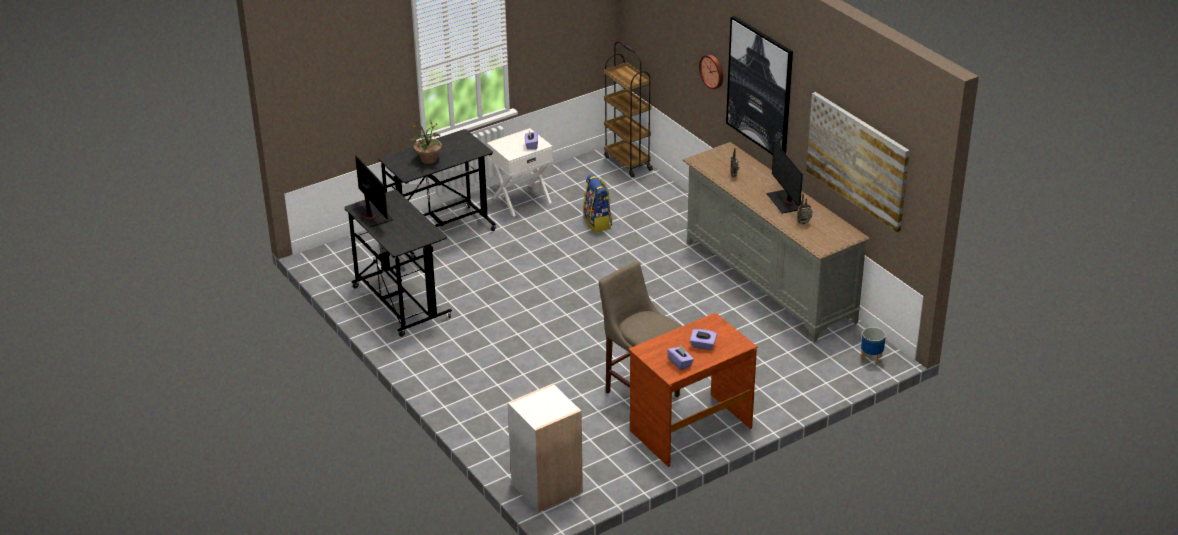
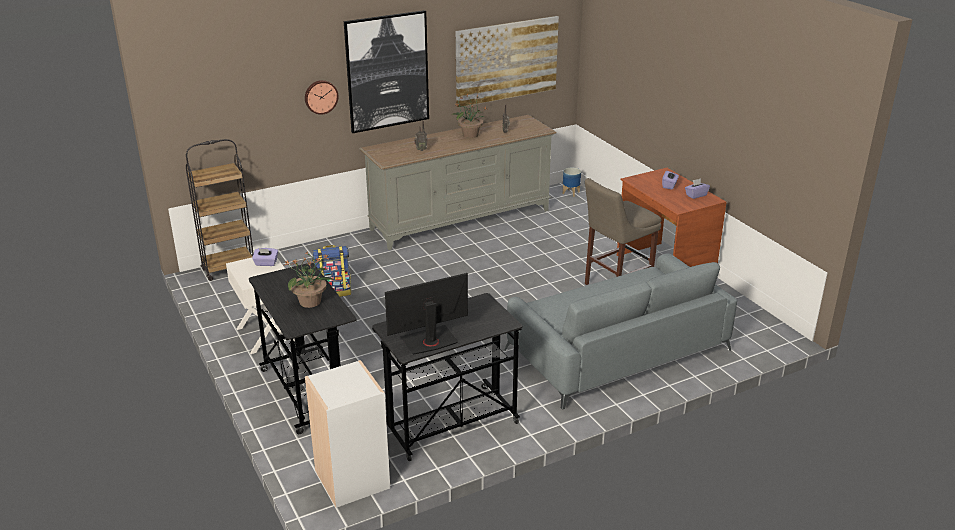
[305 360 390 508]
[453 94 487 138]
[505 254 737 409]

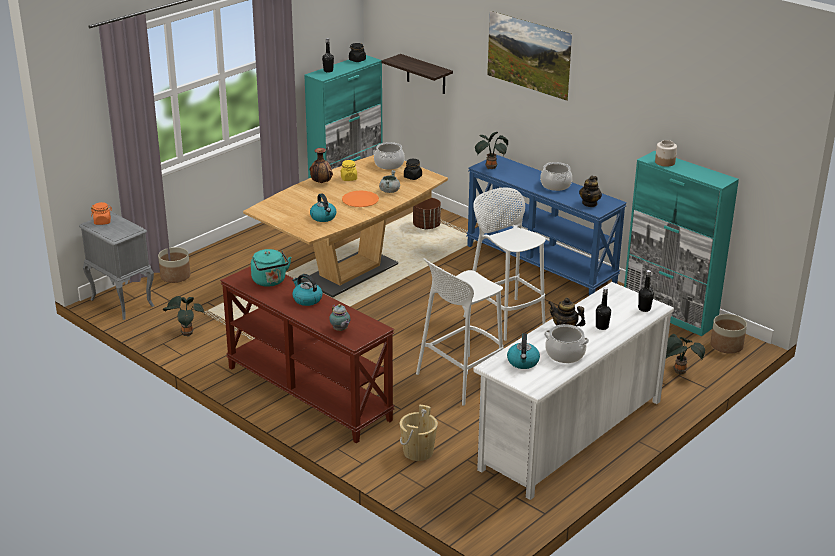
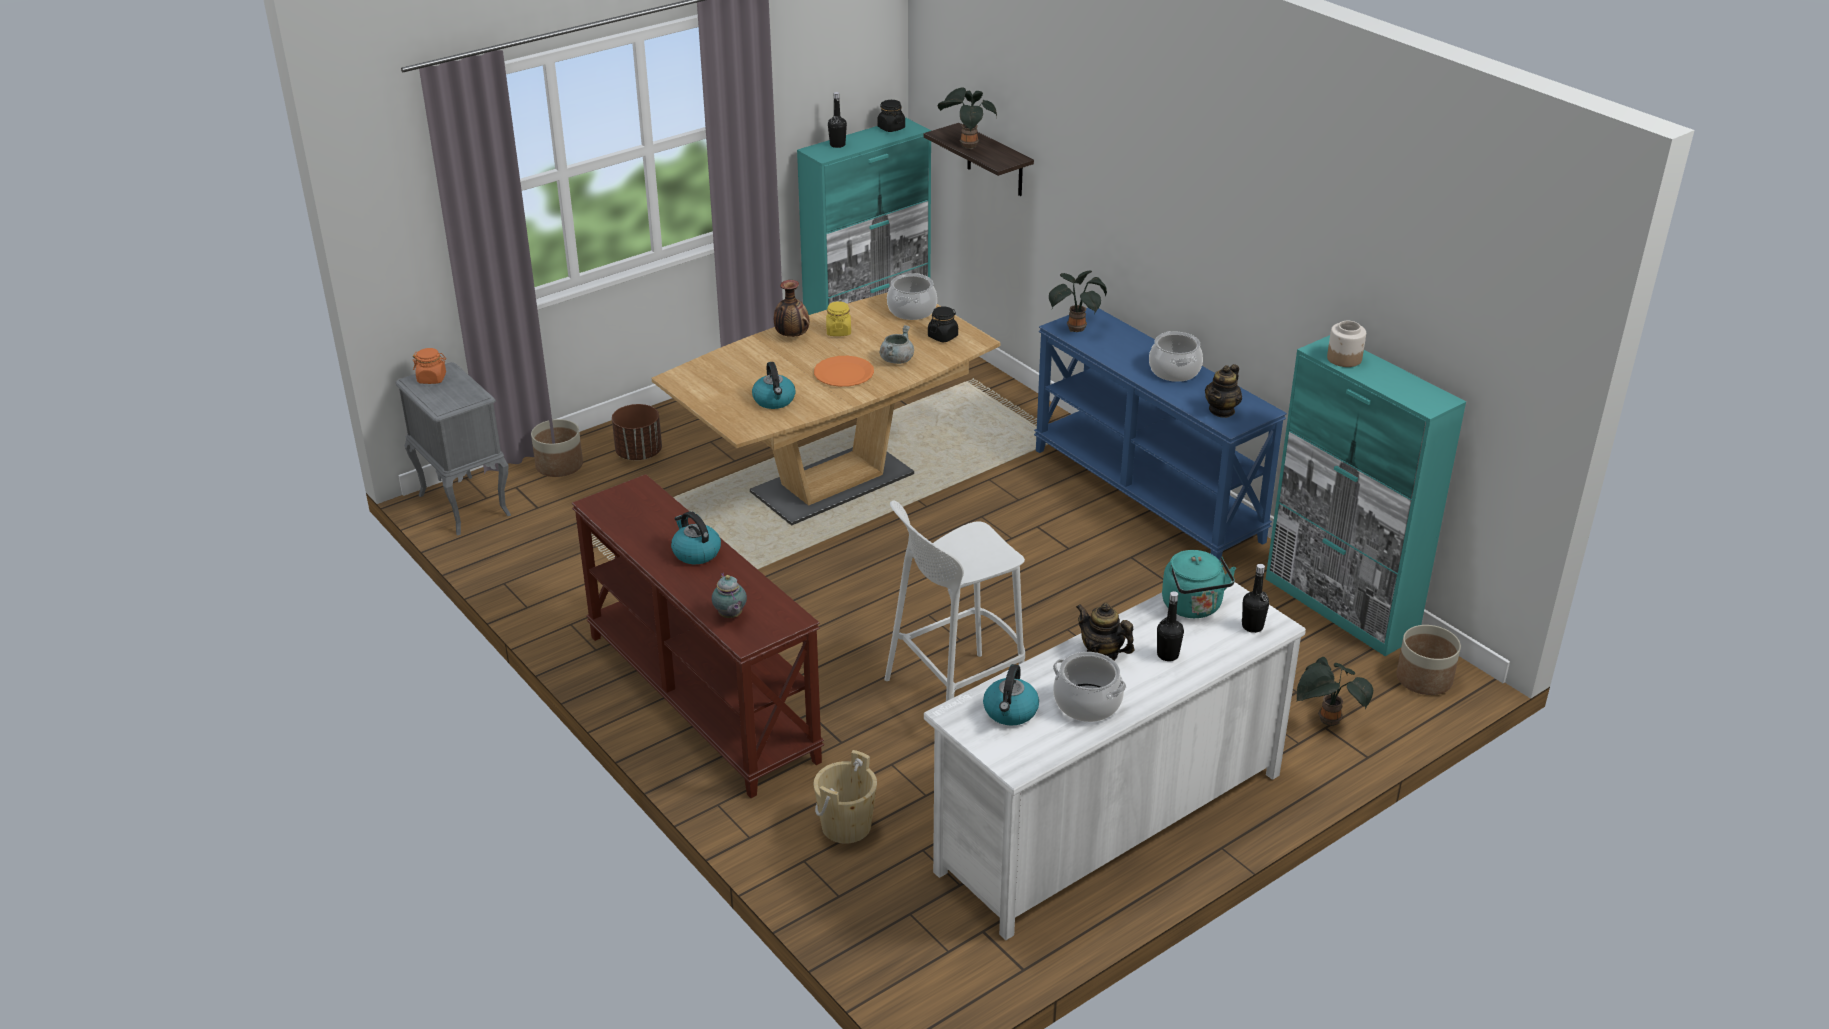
[938 88 997 150]
[1162 550 1236 618]
[612 404 662 460]
[463 187 546 341] (first image)
[487 11 572 101] (first image)

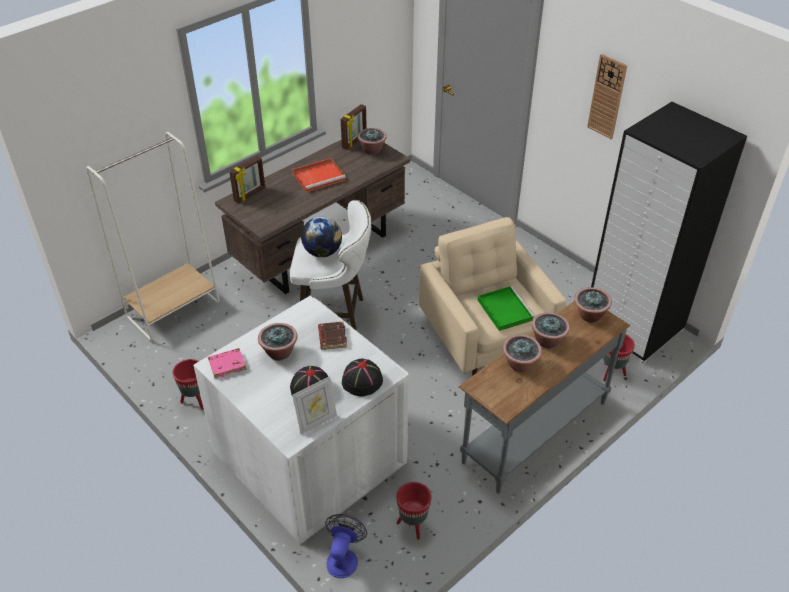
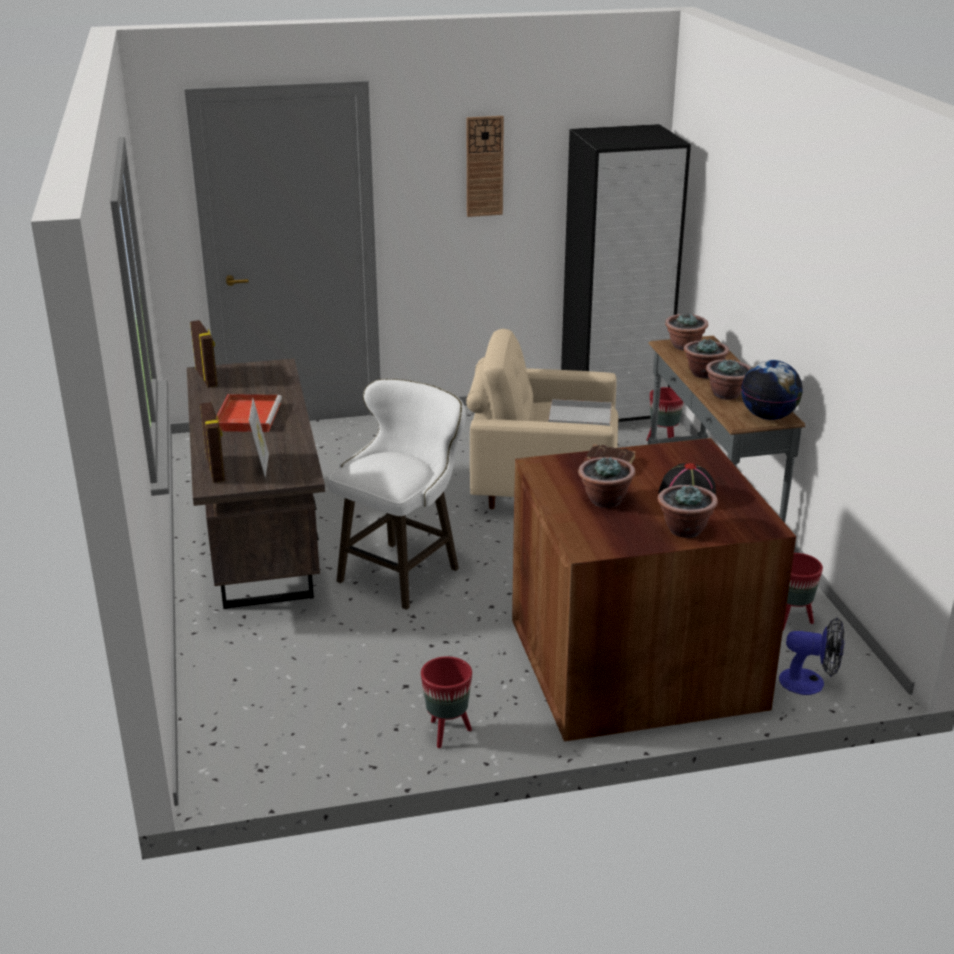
[86 132 220 341] (first image)
[512 438 796 742]
[208 348 247 378] (first image)
[249 399 269 478]
[741 360 803 420]
[779 617 844 695]
[342 358 383 396] (first image)
[658 484 718 538]
[548 399 612 426]

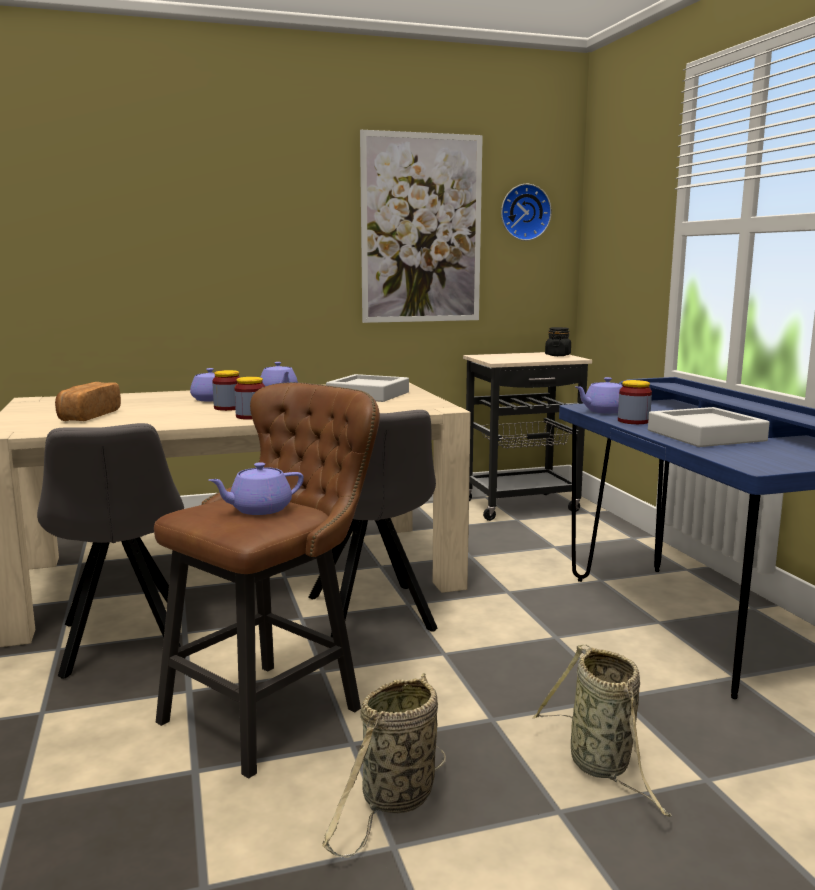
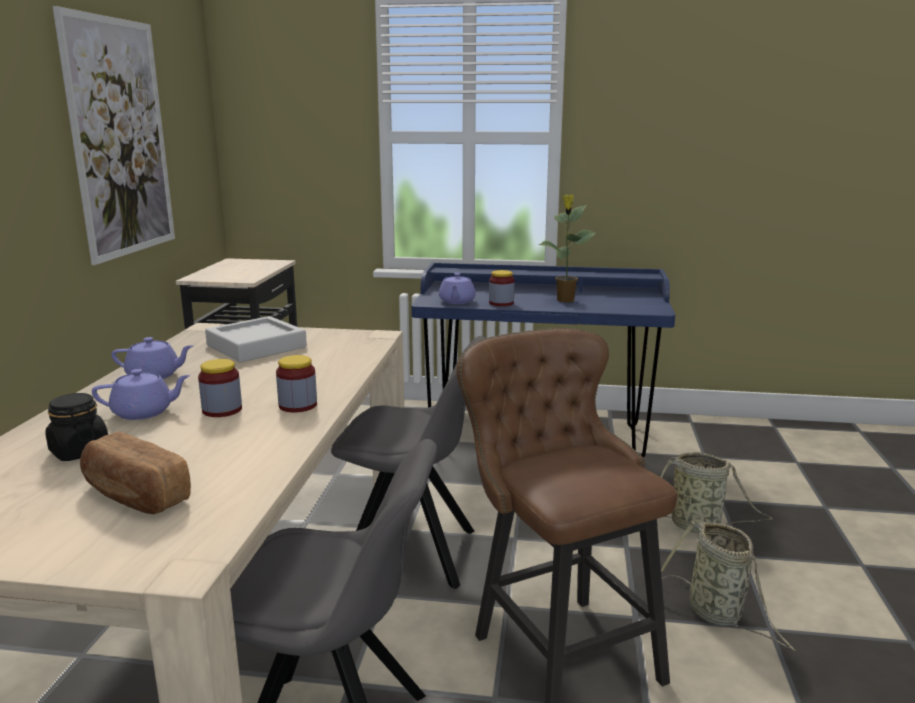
[209 462 304 515] (first image)
[501 184 552 241] (first image)
[45 393 108 461]
[538 194 596 302]

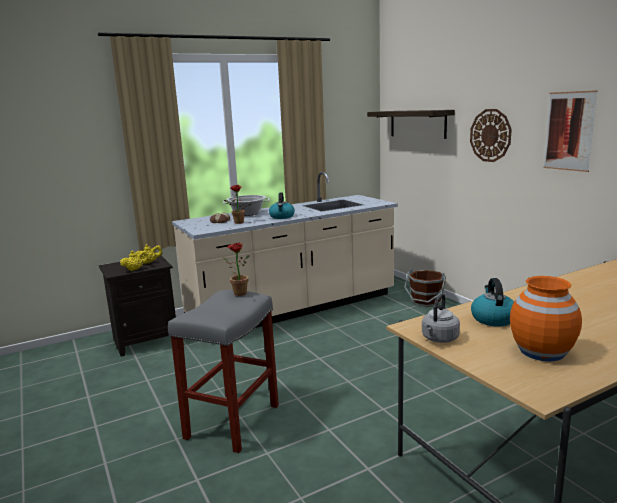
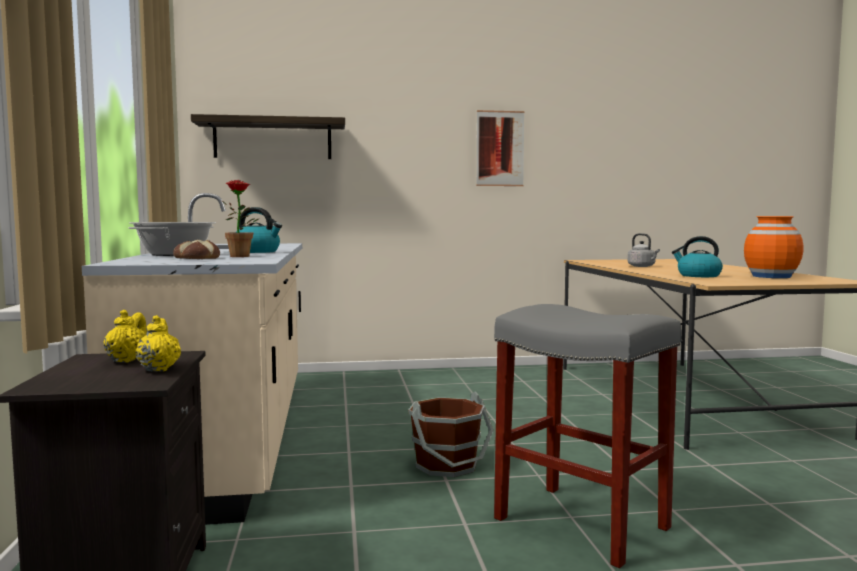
[222 243 250 296] (first image)
[408 391 494 477]
[628 233 660 267]
[470 109 512 162] (first image)

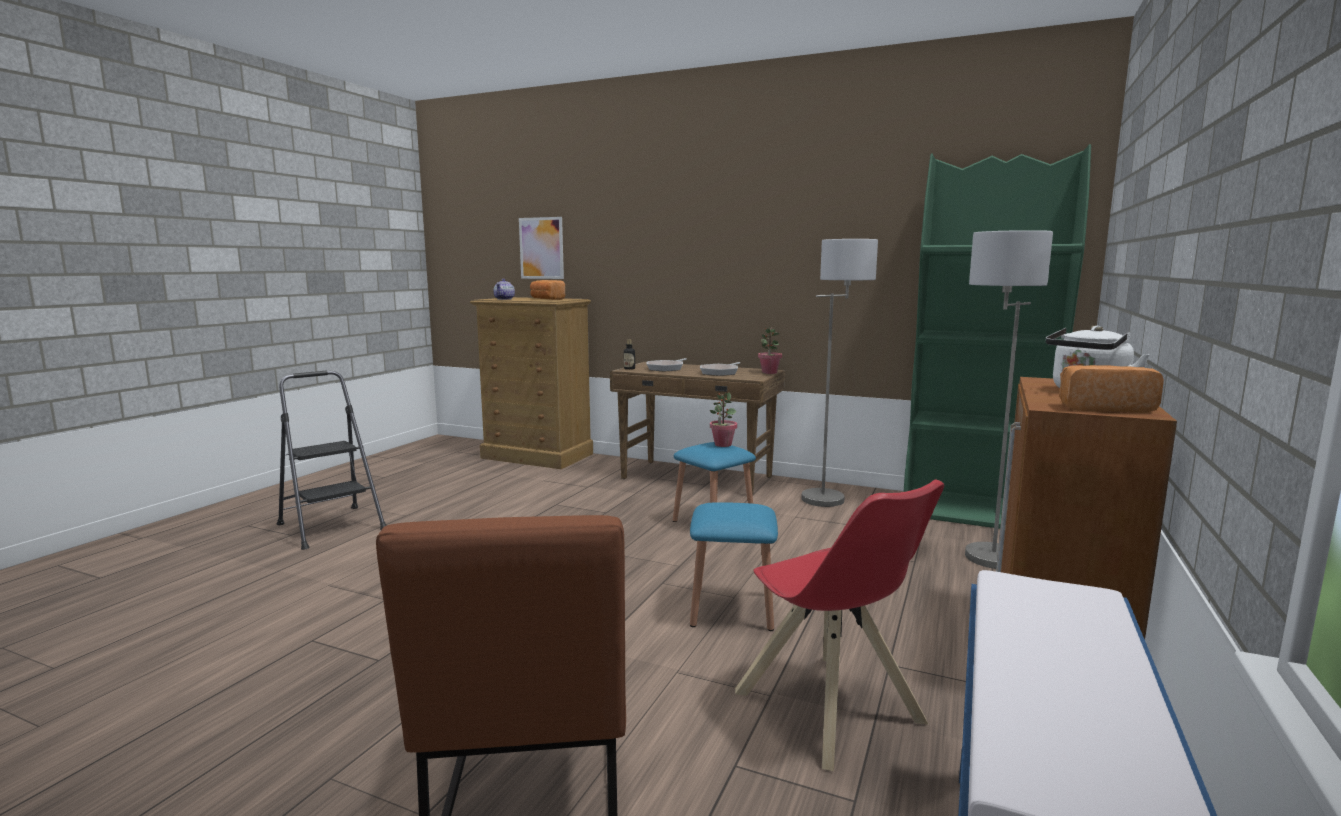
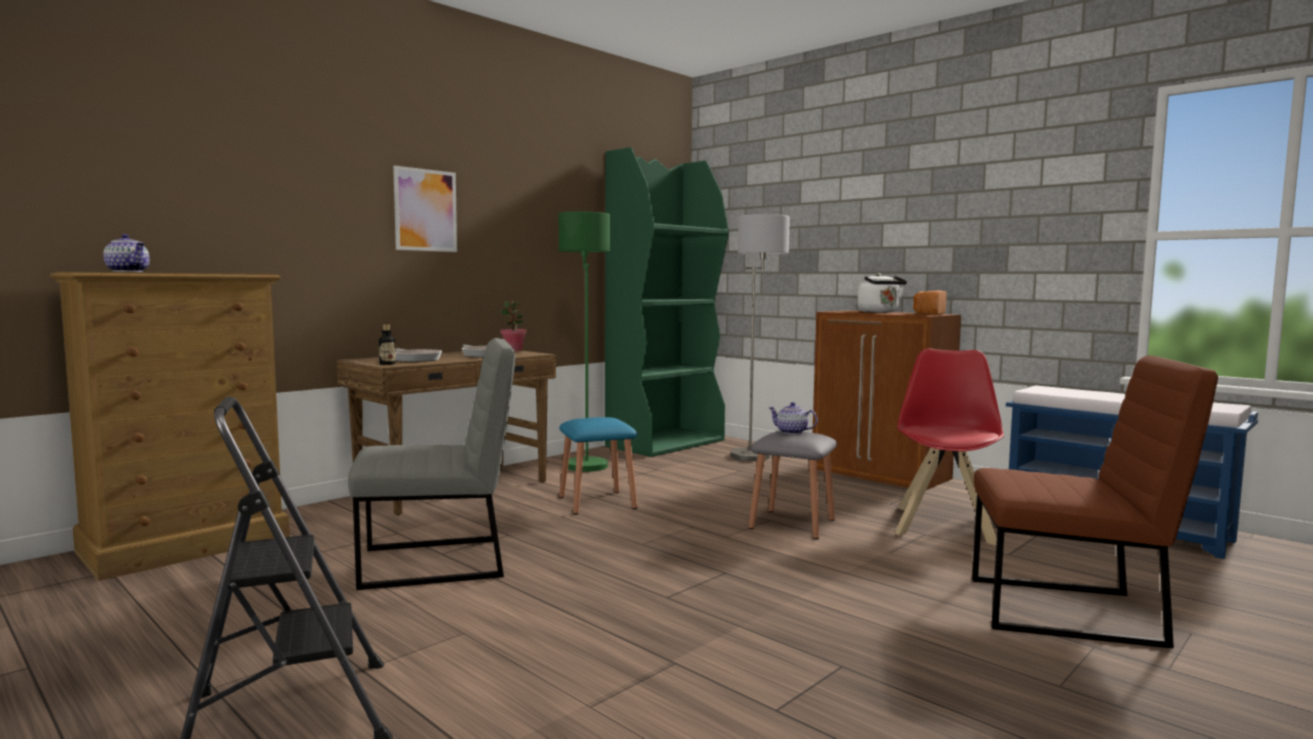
[393 165 457 252]
[530 280 565 300] (first image)
[748 431 837 539]
[710 392 737 447] (first image)
[895 348 1004 545]
[559 212 610 472]
[348 338 516 590]
[769 402 818 434]

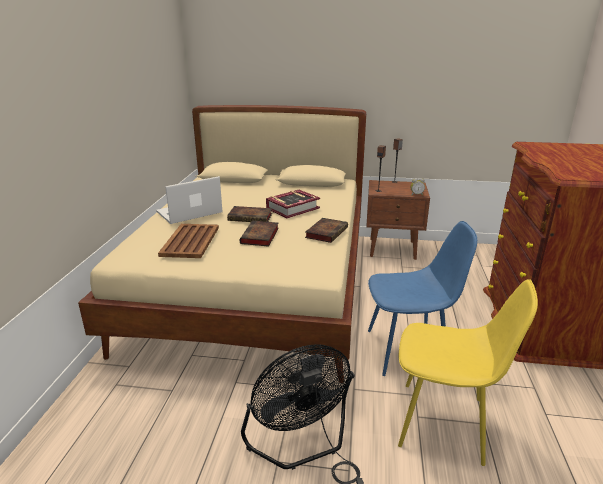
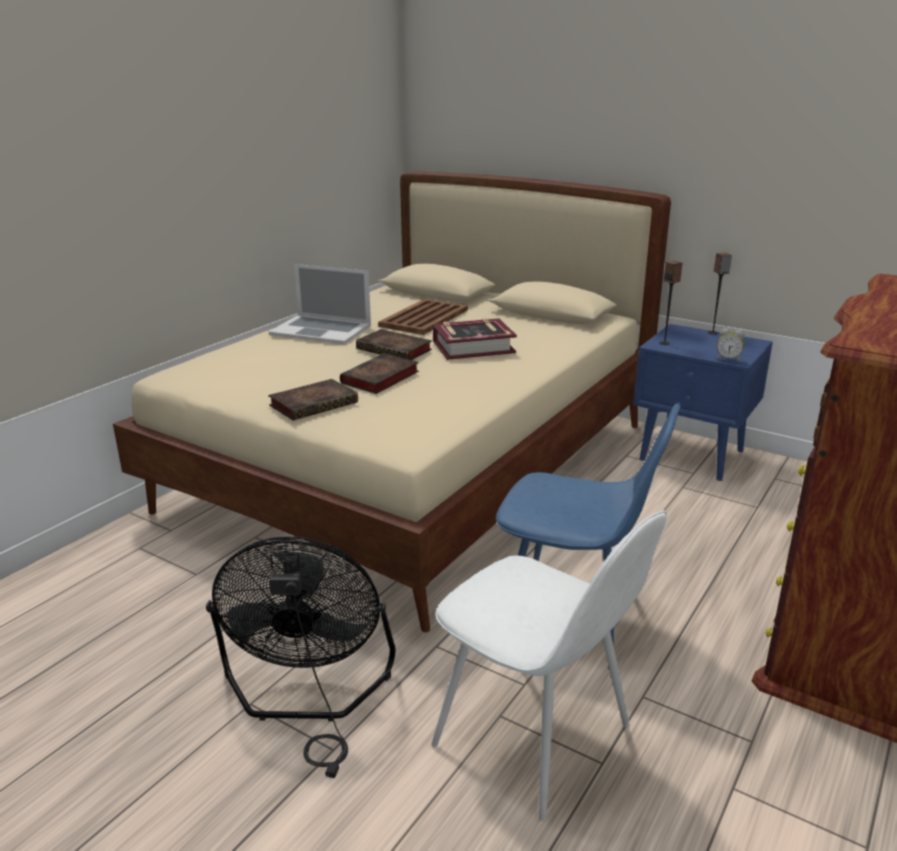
[269 264 371 344]
[378 299 468 335]
[268 379 358 420]
[633 324 773 481]
[431 510 667 821]

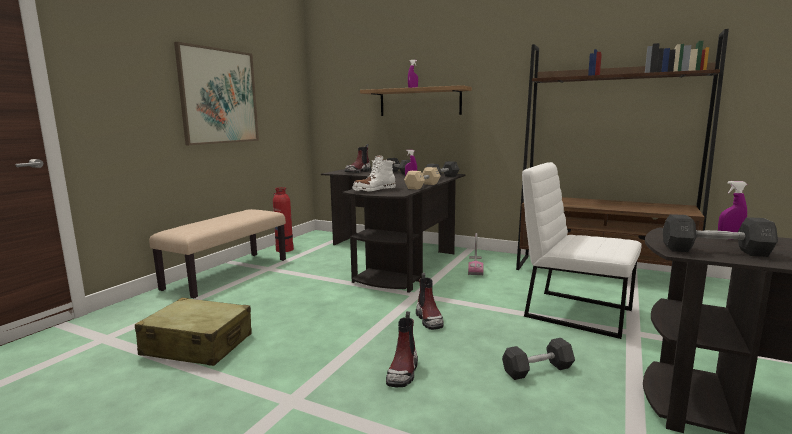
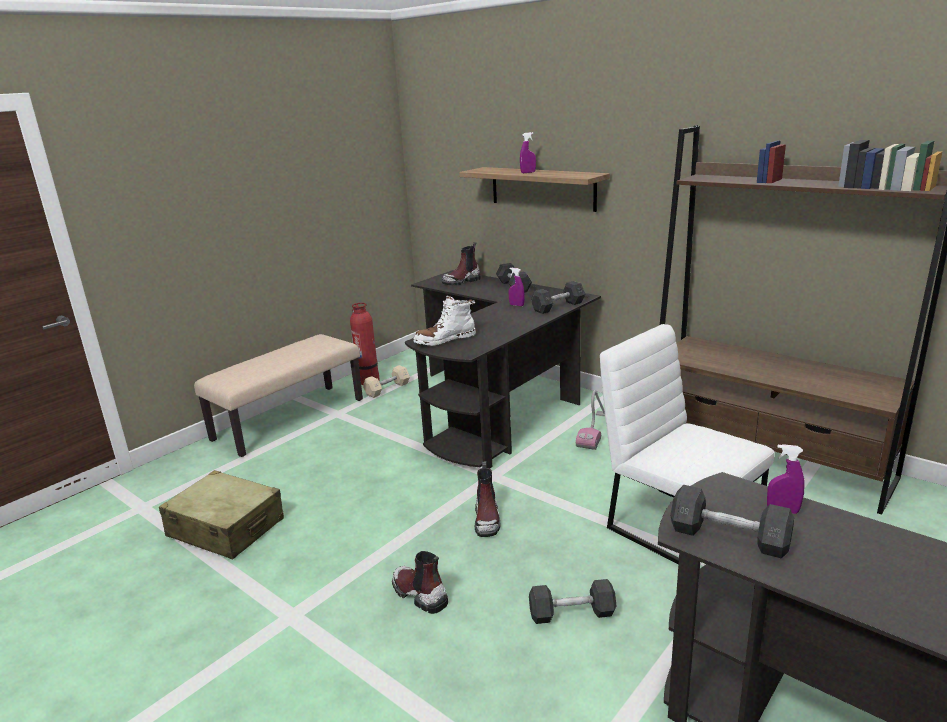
[174 42 259 145] (first image)
[392 551 448 614]
[363 365 410 398]

